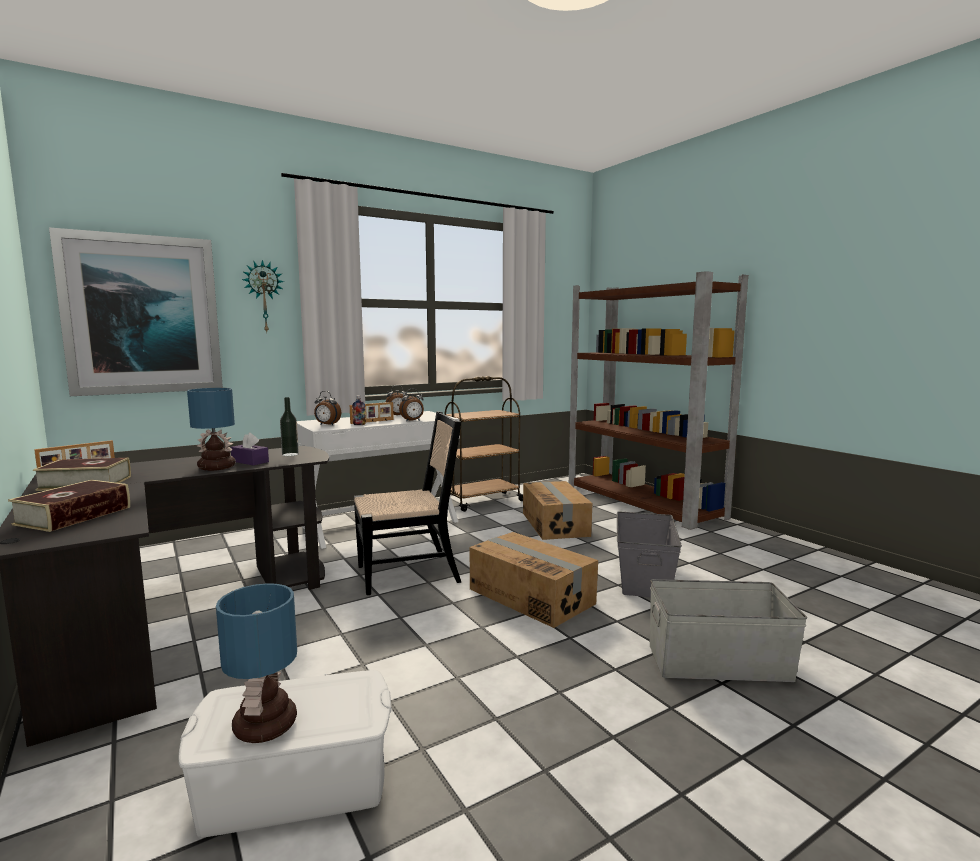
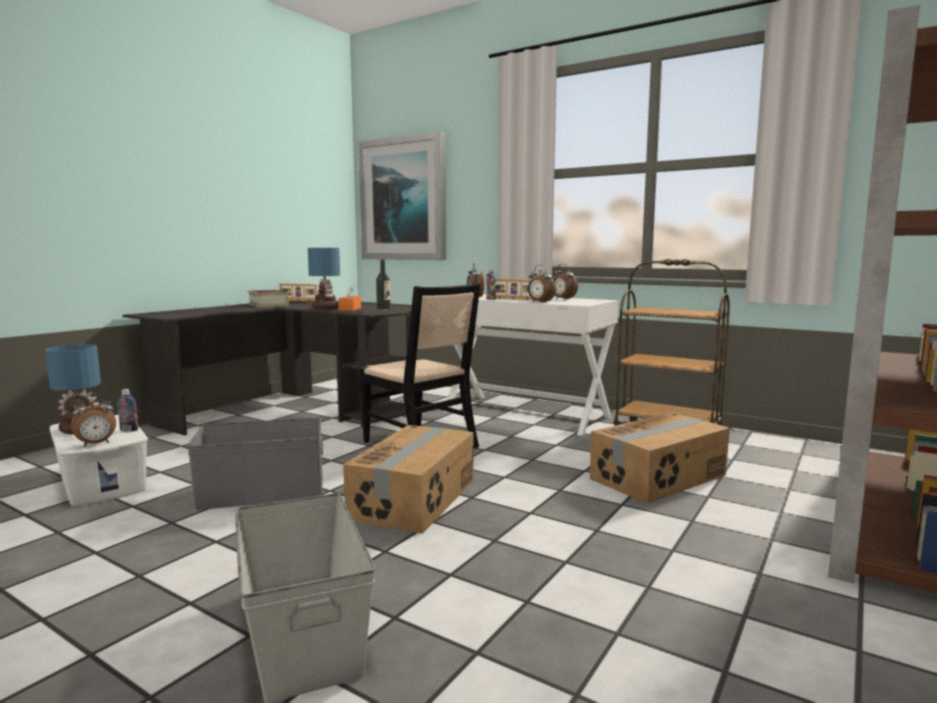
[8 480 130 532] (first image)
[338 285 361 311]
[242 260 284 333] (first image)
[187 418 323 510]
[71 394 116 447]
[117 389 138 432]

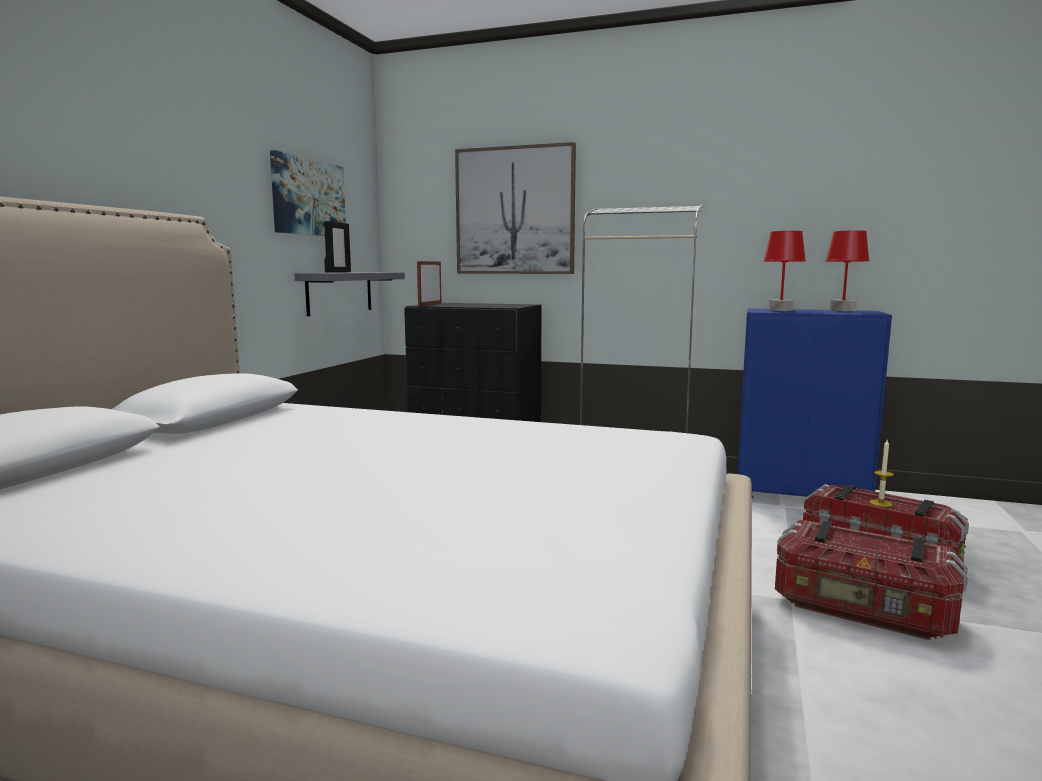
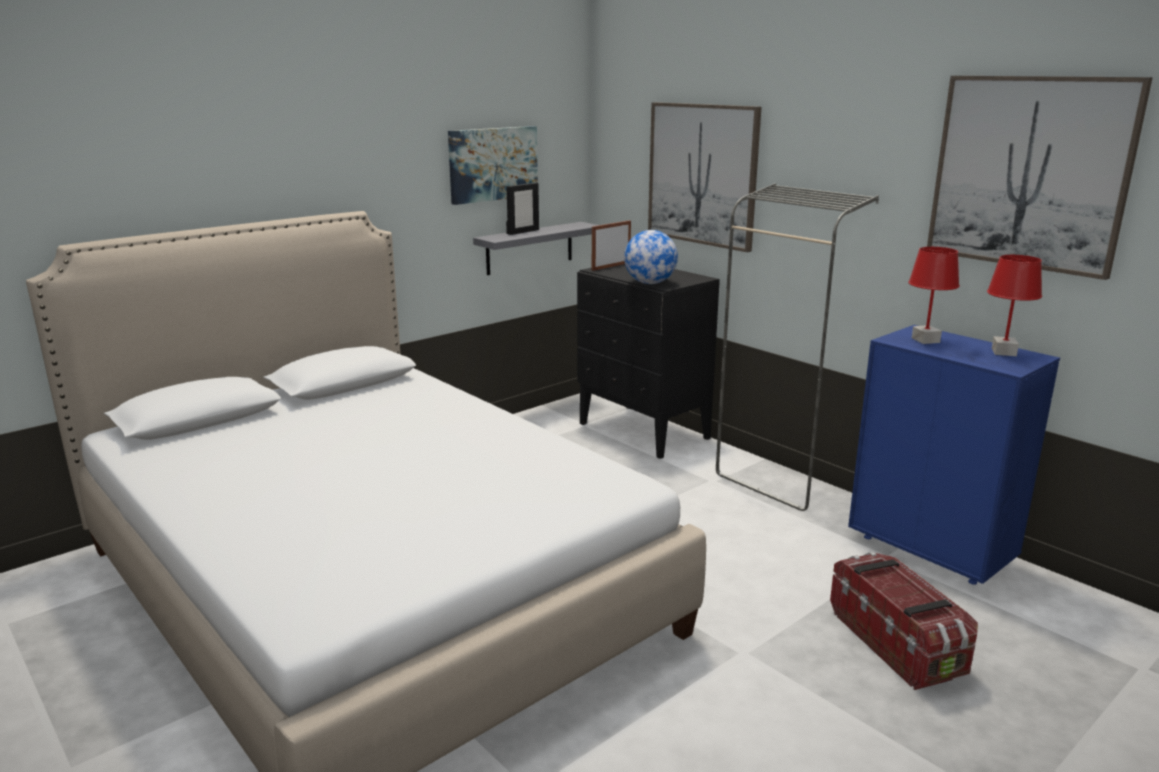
[775 520 968 640] (first image)
[870 440 894 507] (first image)
[624 230 678 284]
[927 76 1153 280]

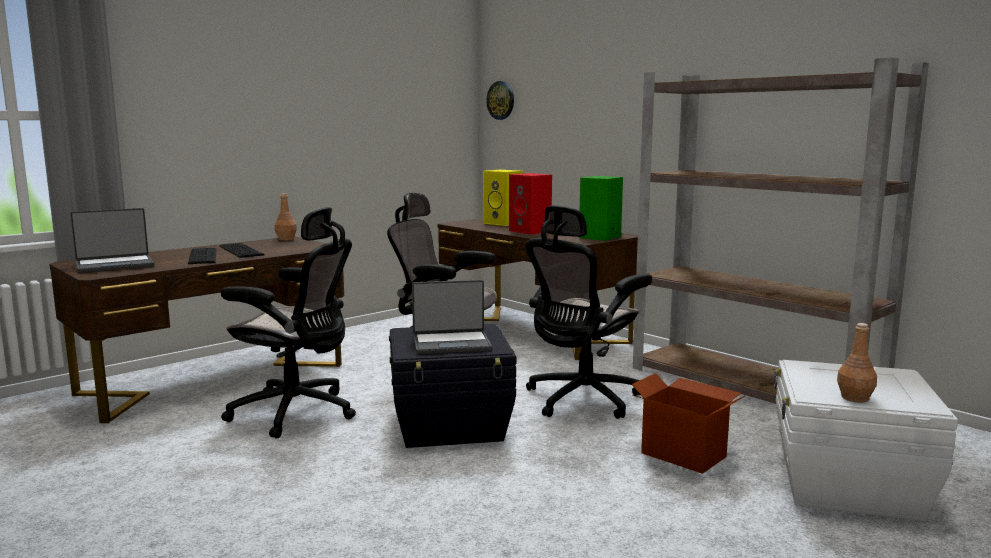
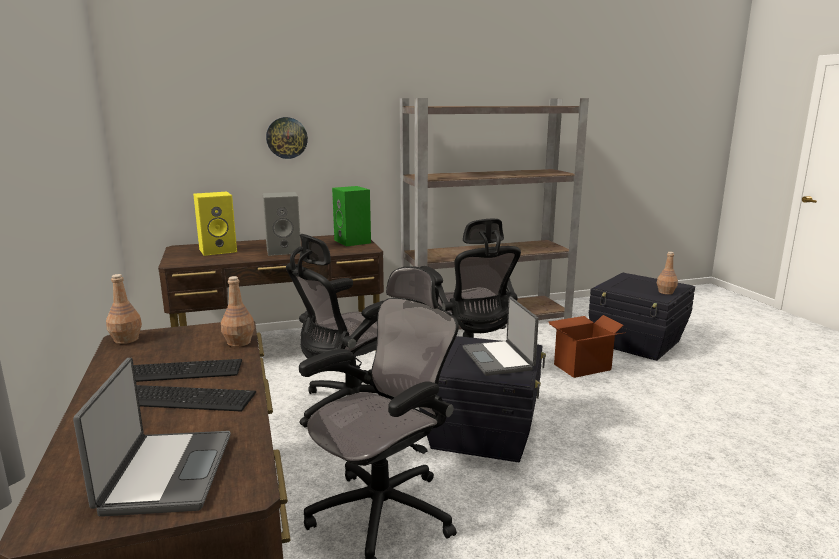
[463 296 539 376]
[266 117 308 159]
[263 192 301 256]
[589 272 695 361]
[221 276 255 347]

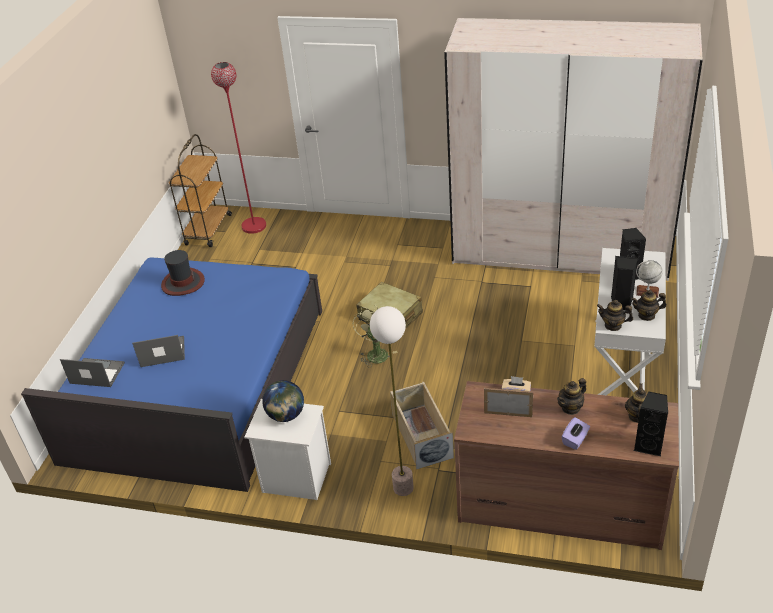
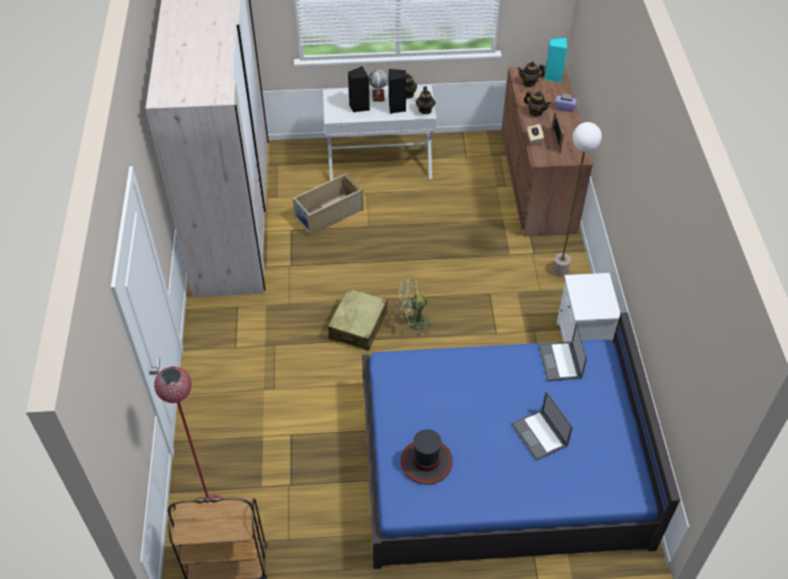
[539 323 587 381]
[262 380 304 422] (first image)
[293 172 363 236]
[545 37 567 83]

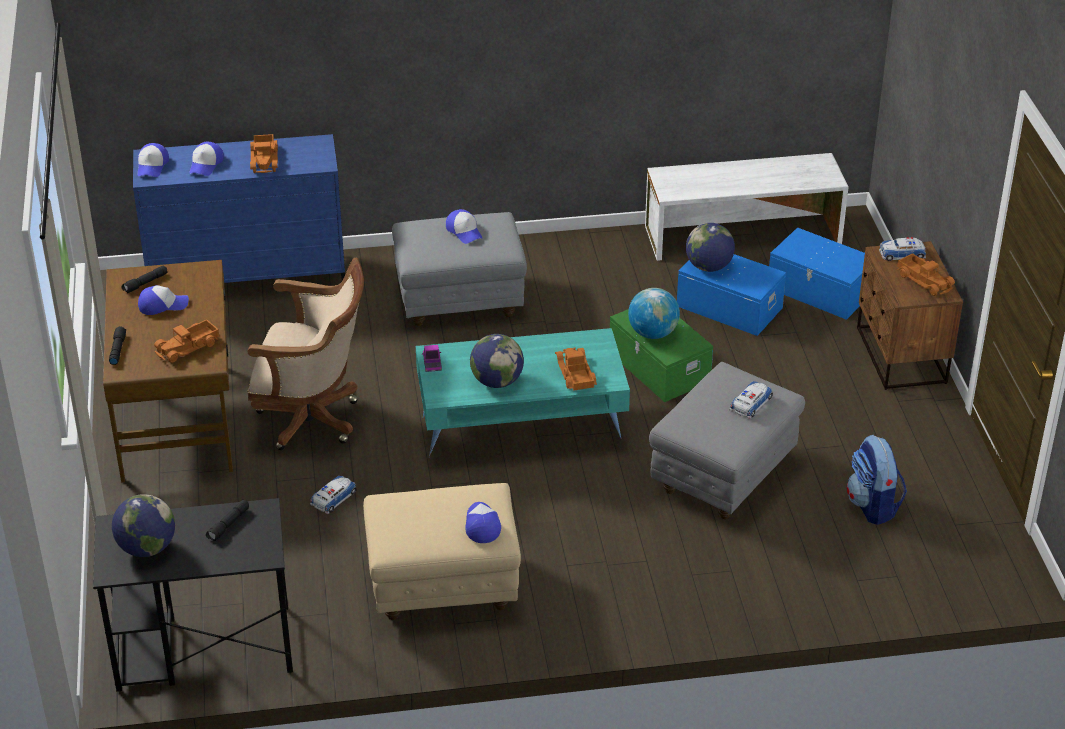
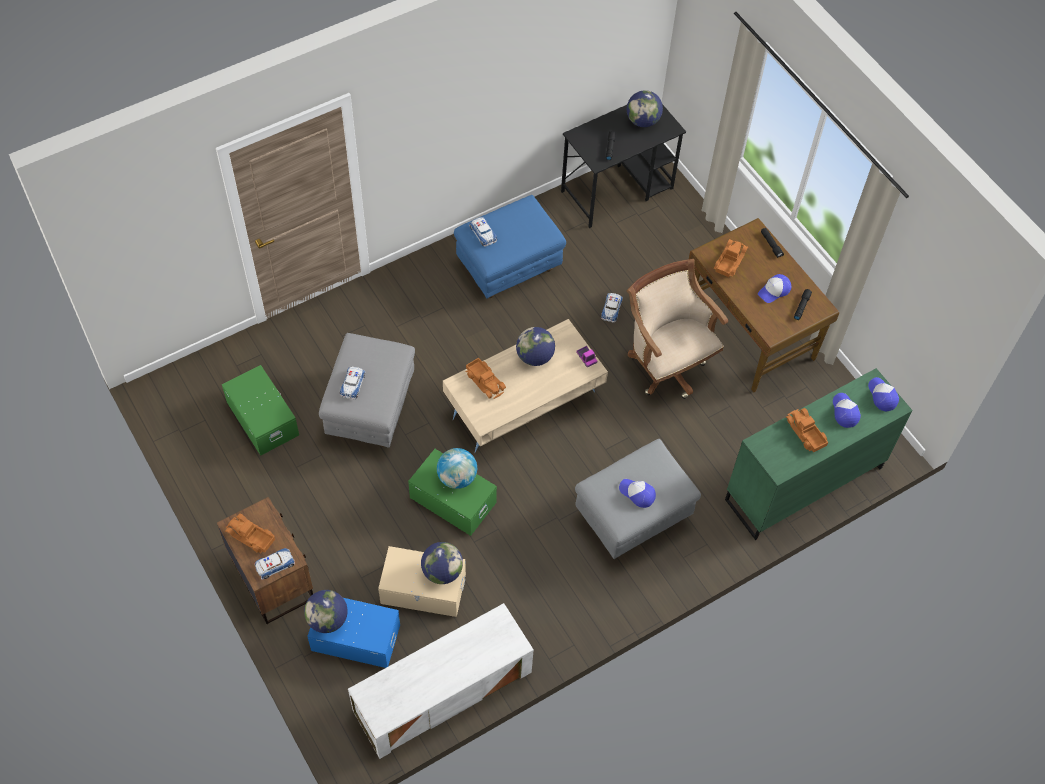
[725 368 913 540]
[626 259 728 399]
[454 195 566 299]
[443 319 608 454]
[469 217 497 247]
[378 546 466 617]
[222 365 299 456]
[304 590 347 633]

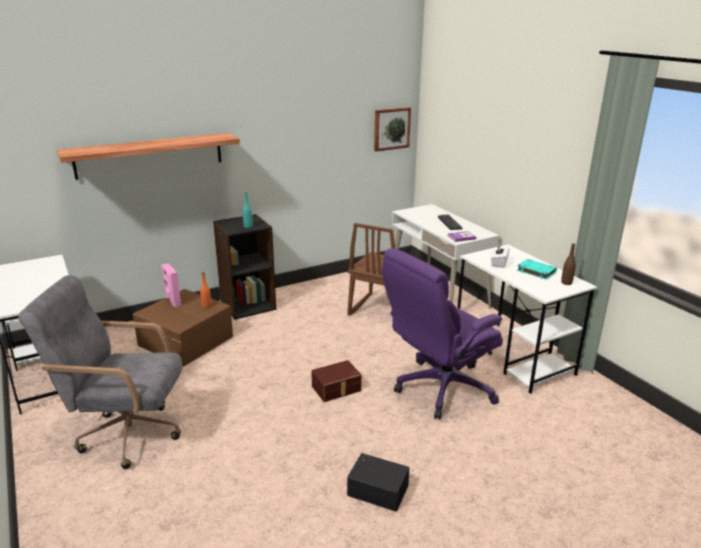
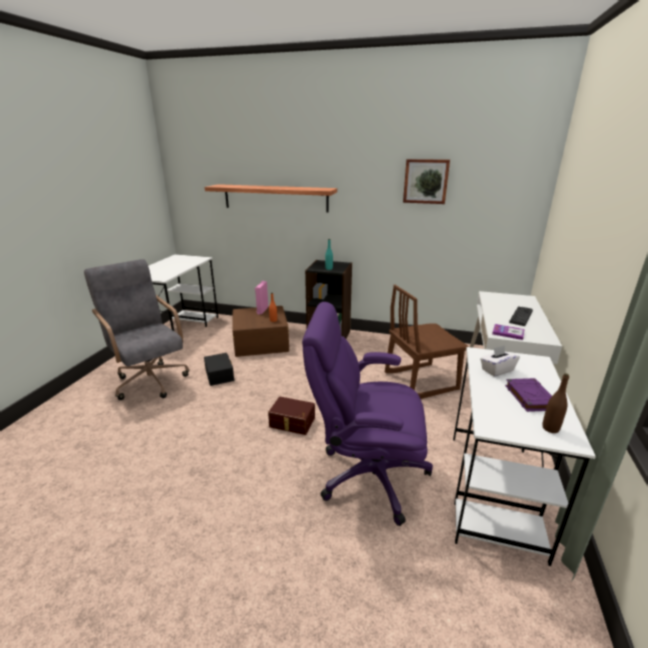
[204 353 234 386]
[403 159 450 204]
[505 378 552 412]

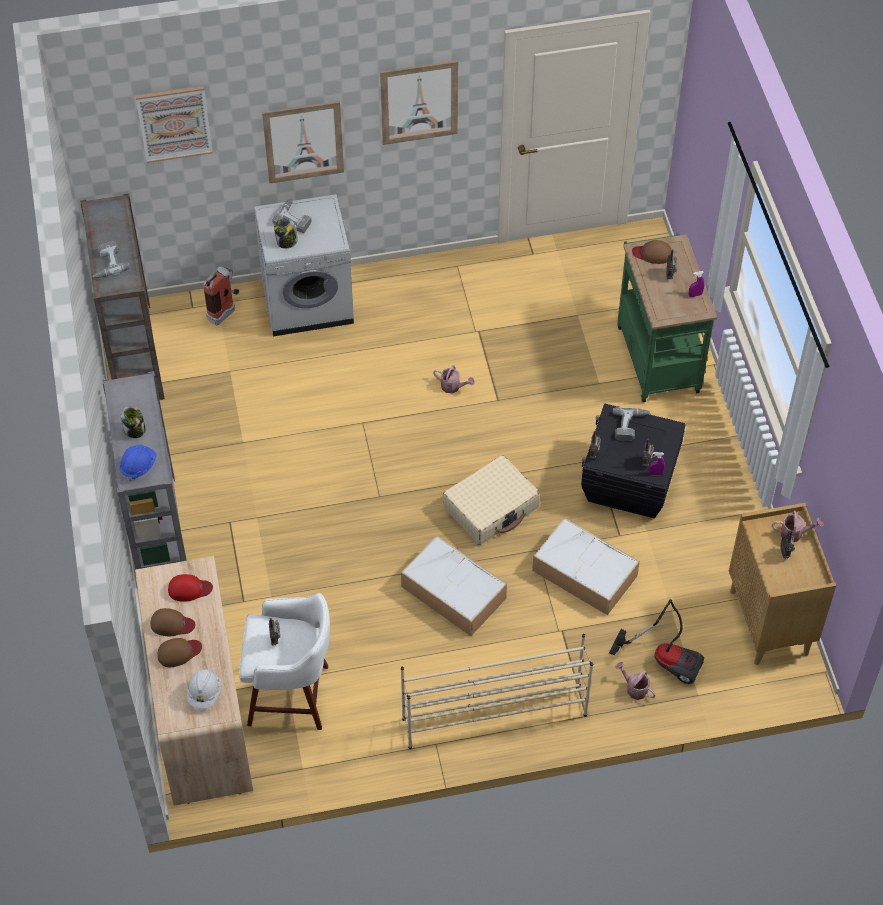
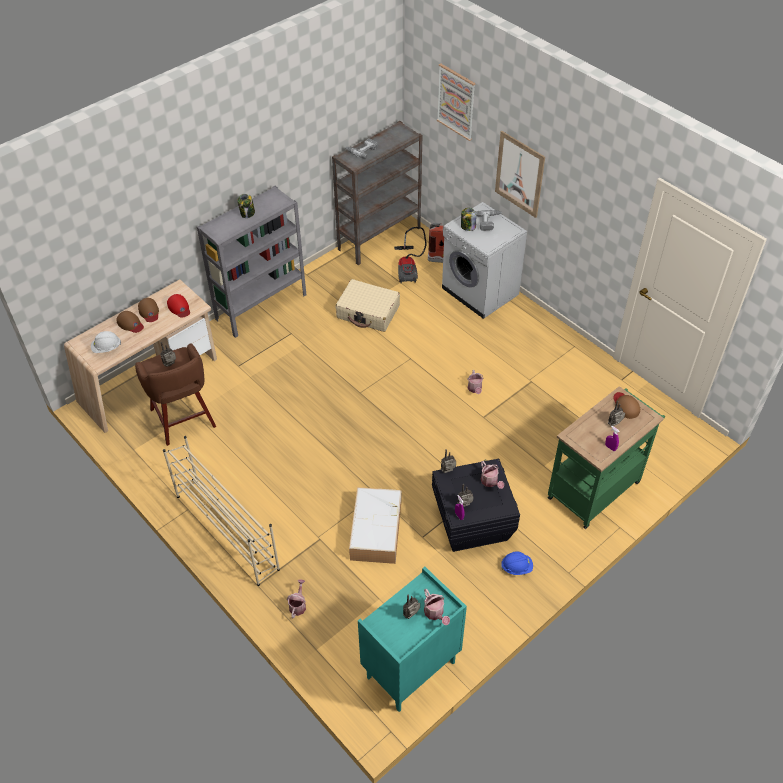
[501 551 533 575]
[135 343 216 446]
[380 60 458 145] (first image)
[401 536 507 636] (first image)
[335 279 400 332]
[394 227 426 283]
[481 461 504 489]
[358 566 467 712]

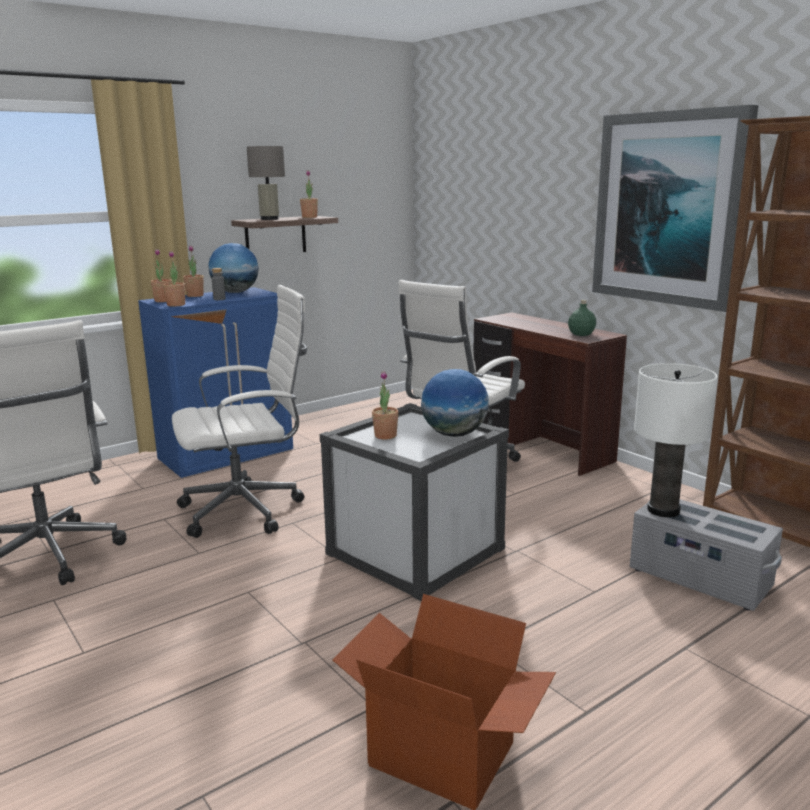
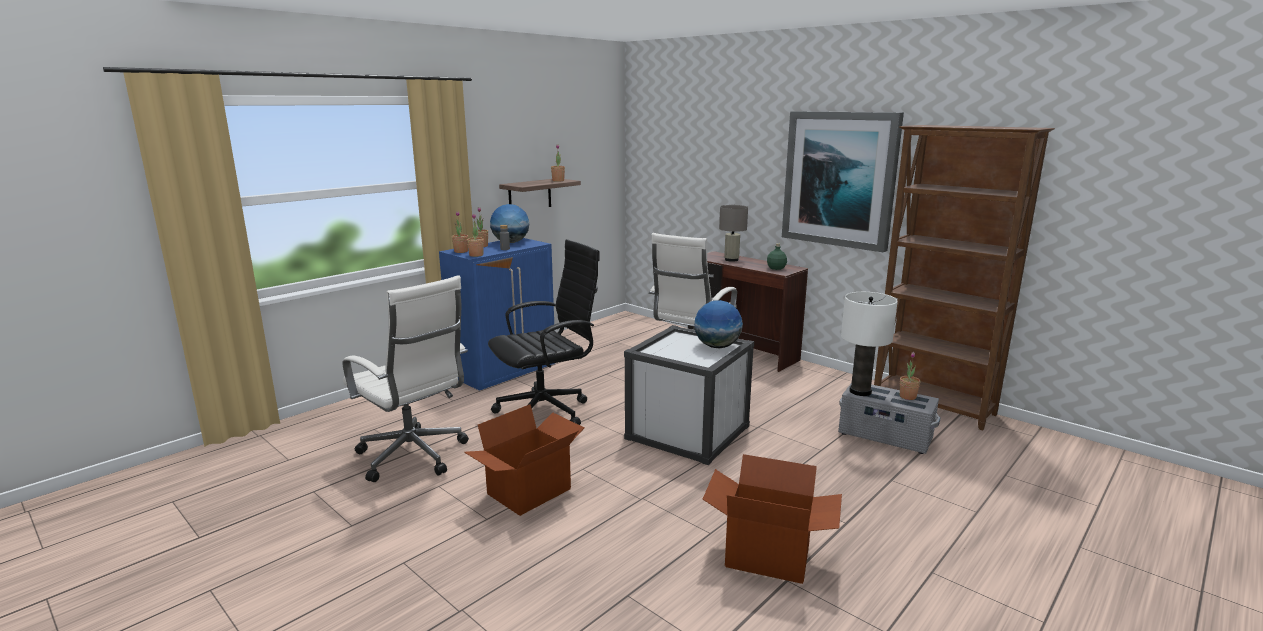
[488 239 600 425]
[719 205 748 262]
[900 352 920 400]
[464 404 584 516]

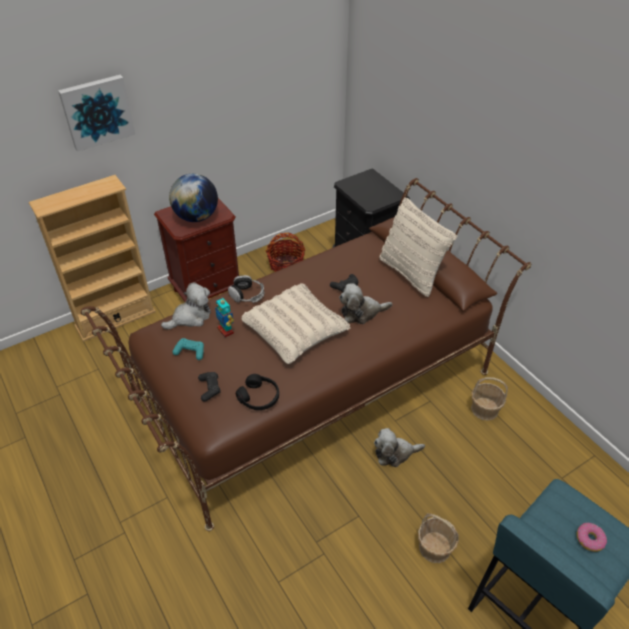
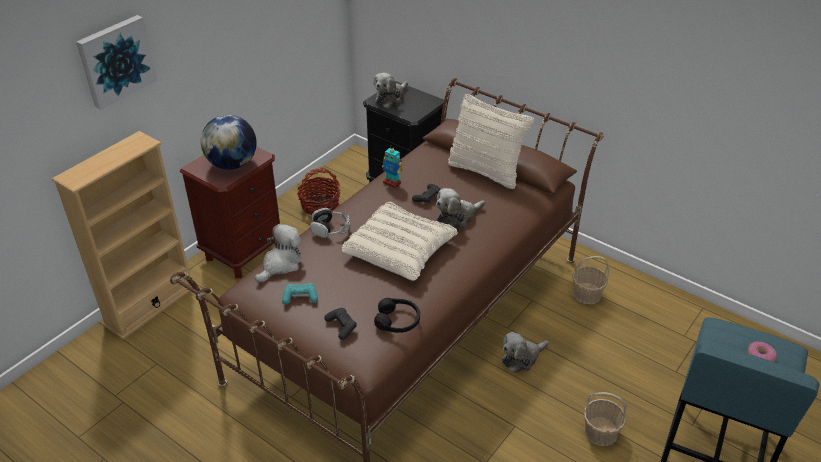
[382 145 404 188]
[373 73 408 108]

